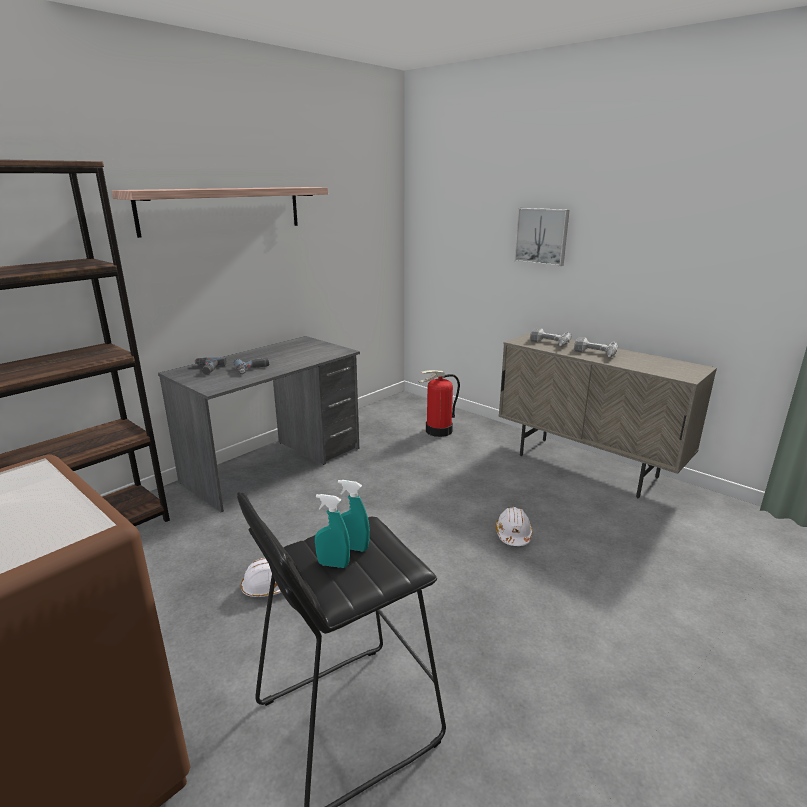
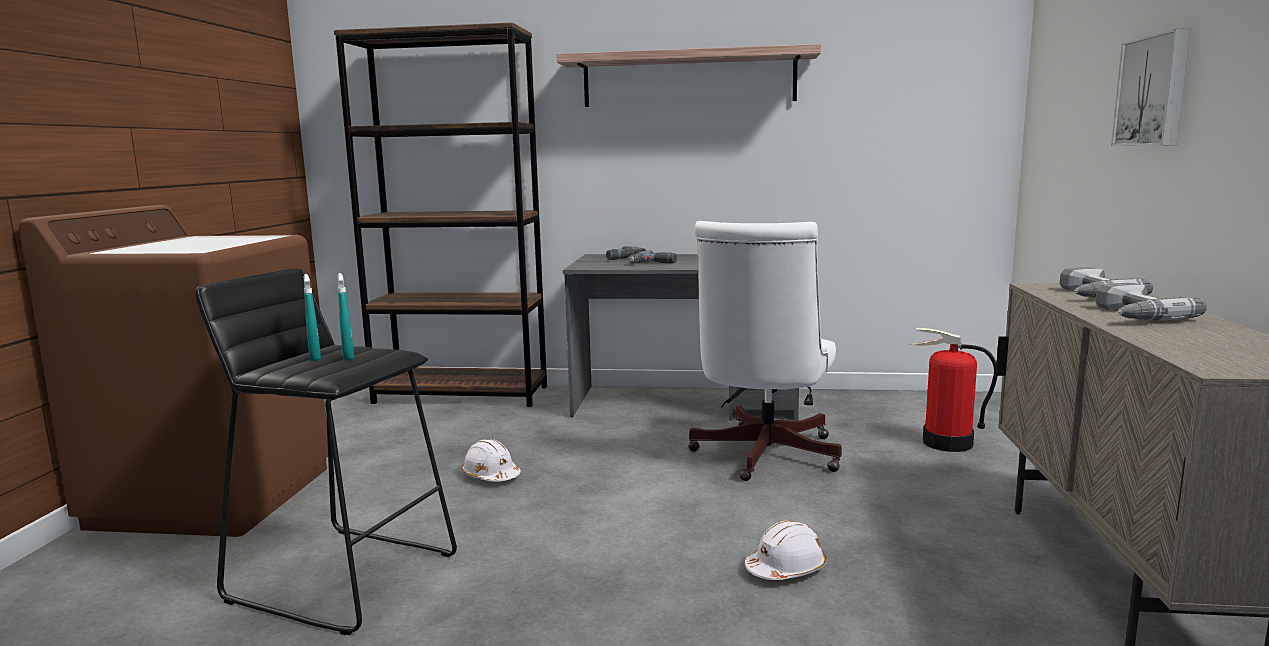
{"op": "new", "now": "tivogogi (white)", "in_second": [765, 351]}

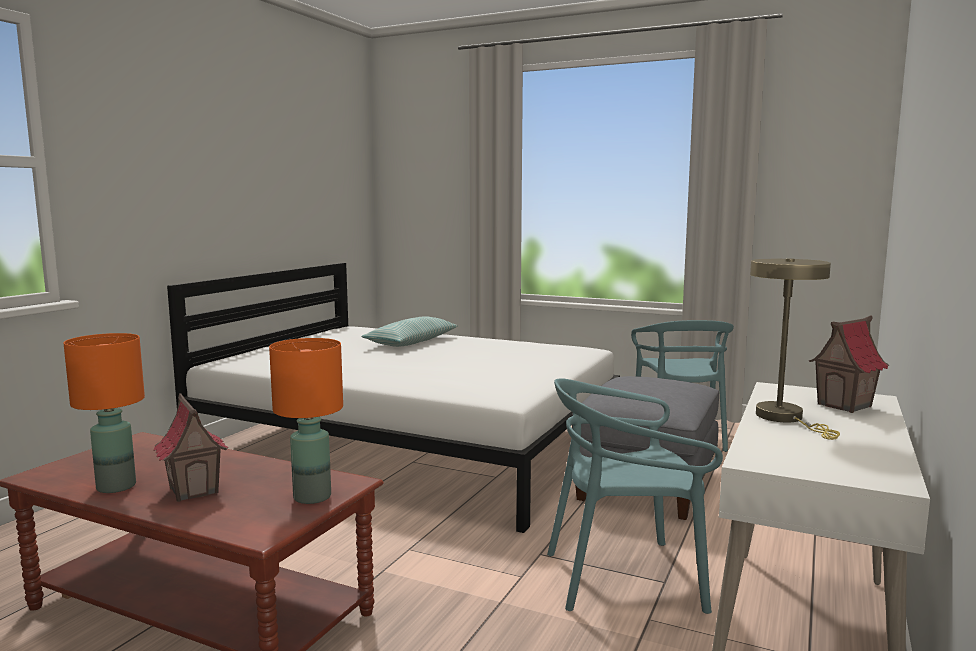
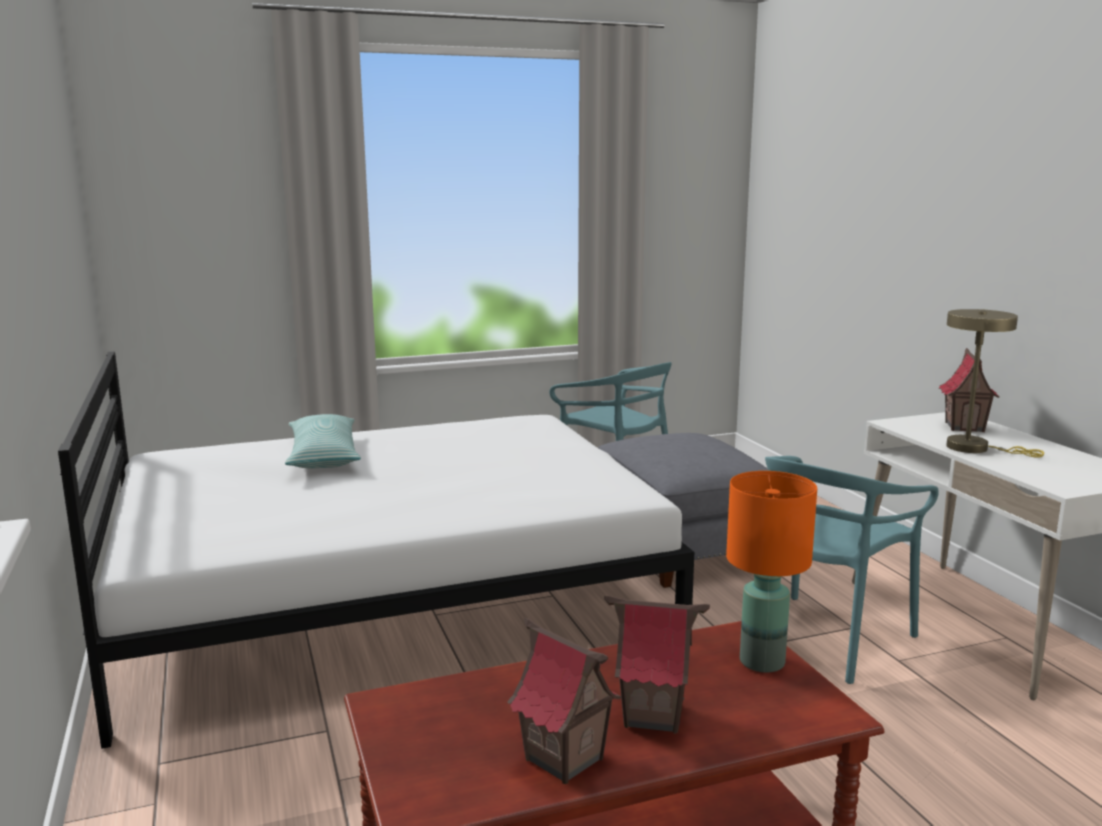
{"op": "swapped", "was": "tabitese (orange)", "now": "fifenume", "in_first": [104, 413], "in_second": [564, 701]}

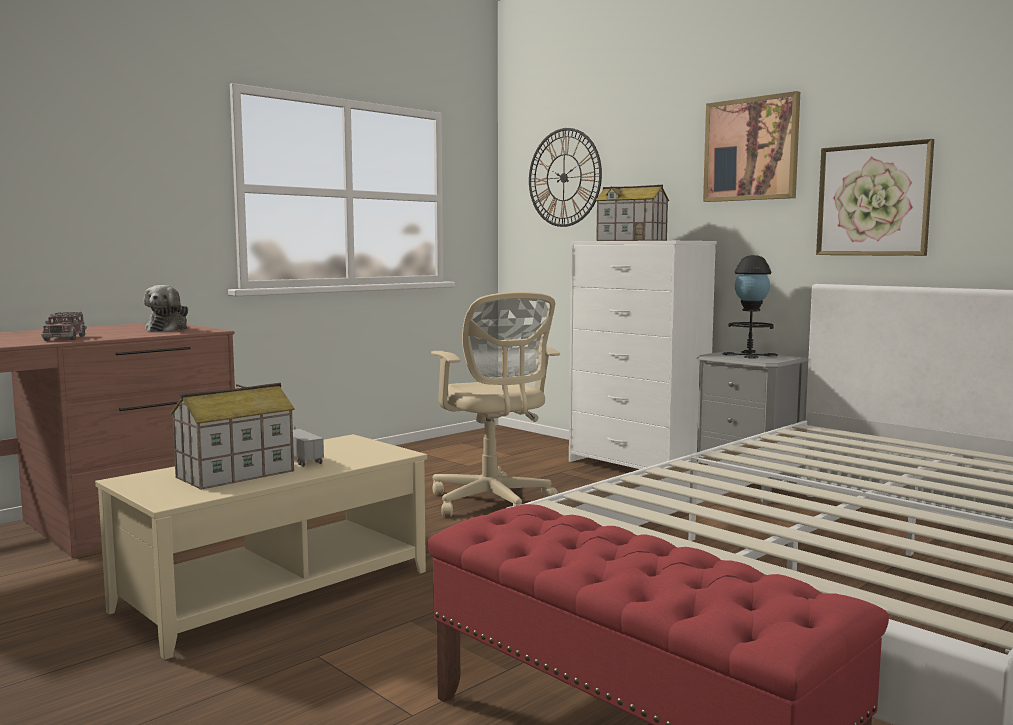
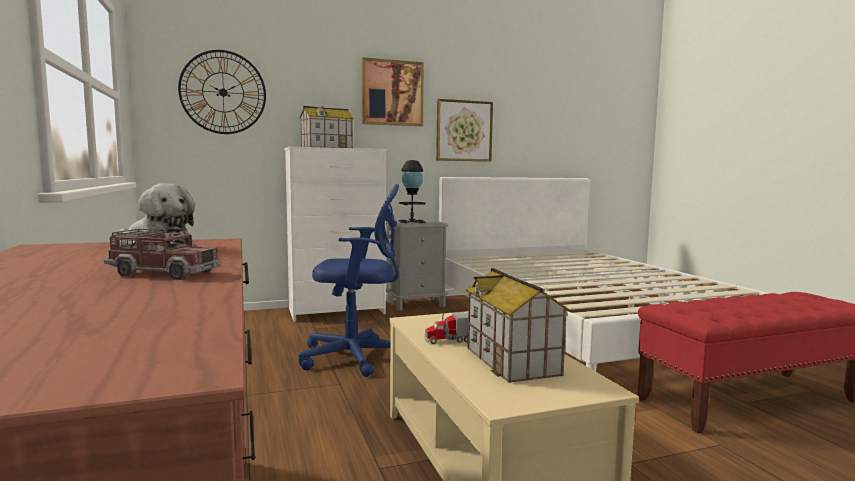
{"op": "repainted", "was": "tivogogi (beige)", "now": "tivogogi (blue)", "in_first": [495, 404], "in_second": [348, 280]}

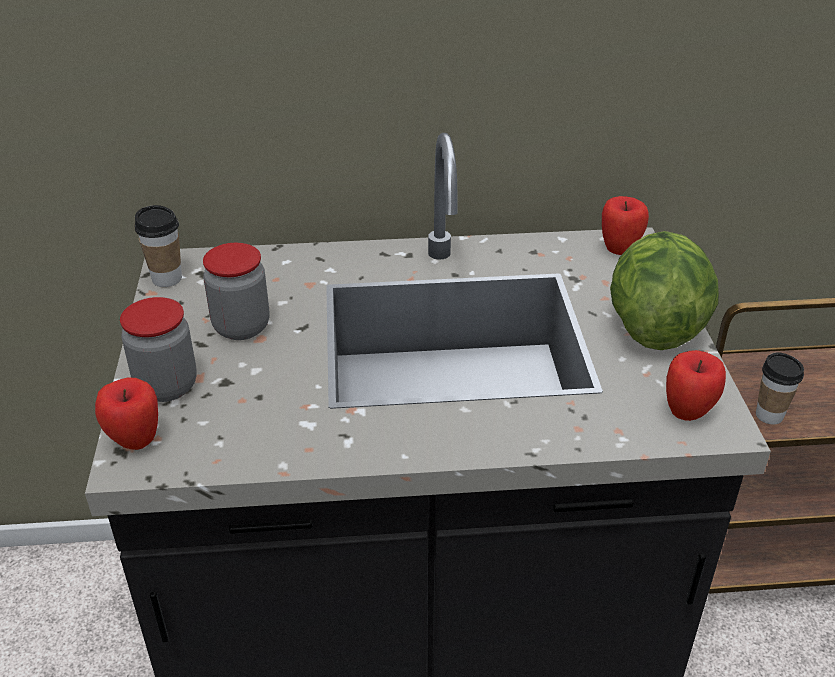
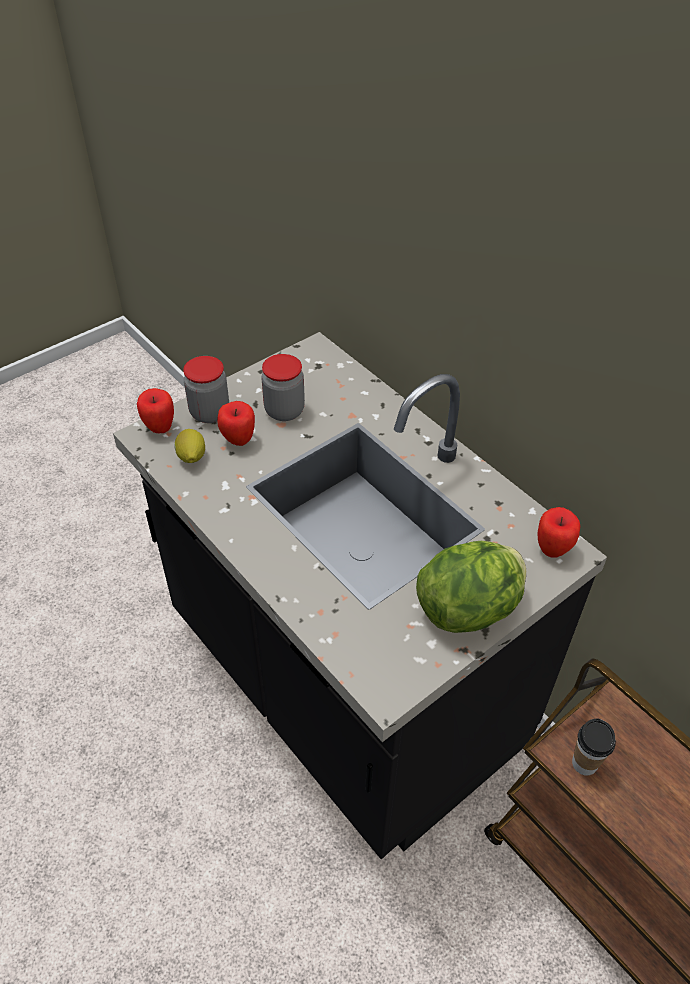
{"op": "new", "now": "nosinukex", "in_second": [189, 446]}
{"op": "shifted", "was": "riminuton", "in_first": [696, 385], "in_second": [236, 423]}
{"op": "gone", "was": "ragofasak", "in_first": [158, 246]}

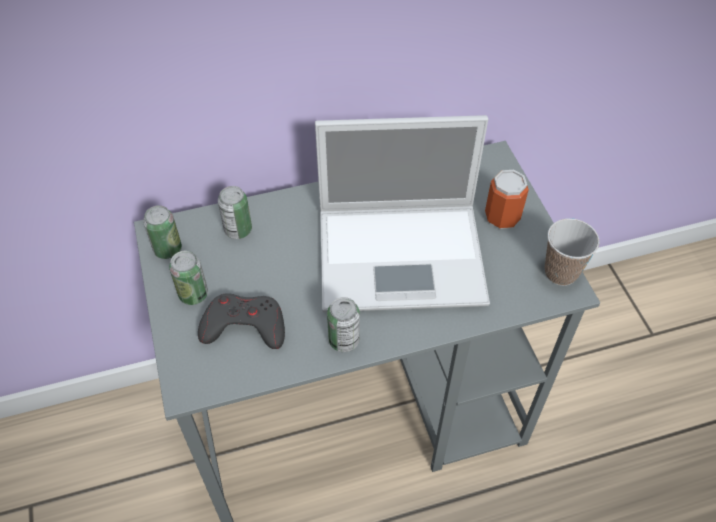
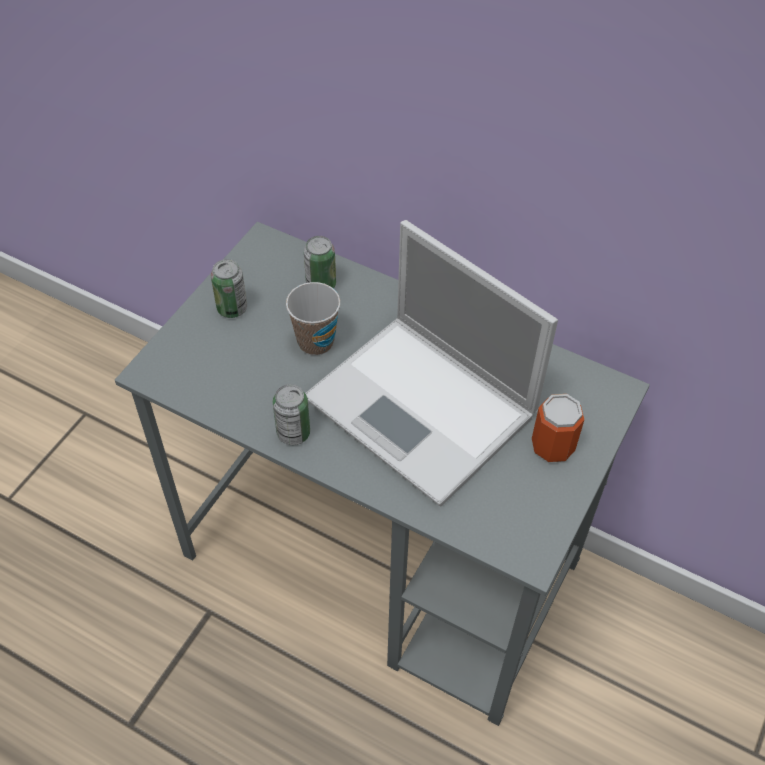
{"op": "shifted", "was": "ragofasak", "in_first": [572, 252], "in_second": [313, 319]}
{"op": "gone", "was": "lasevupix", "in_first": [162, 232]}
{"op": "gone", "was": "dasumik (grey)", "in_first": [241, 321]}

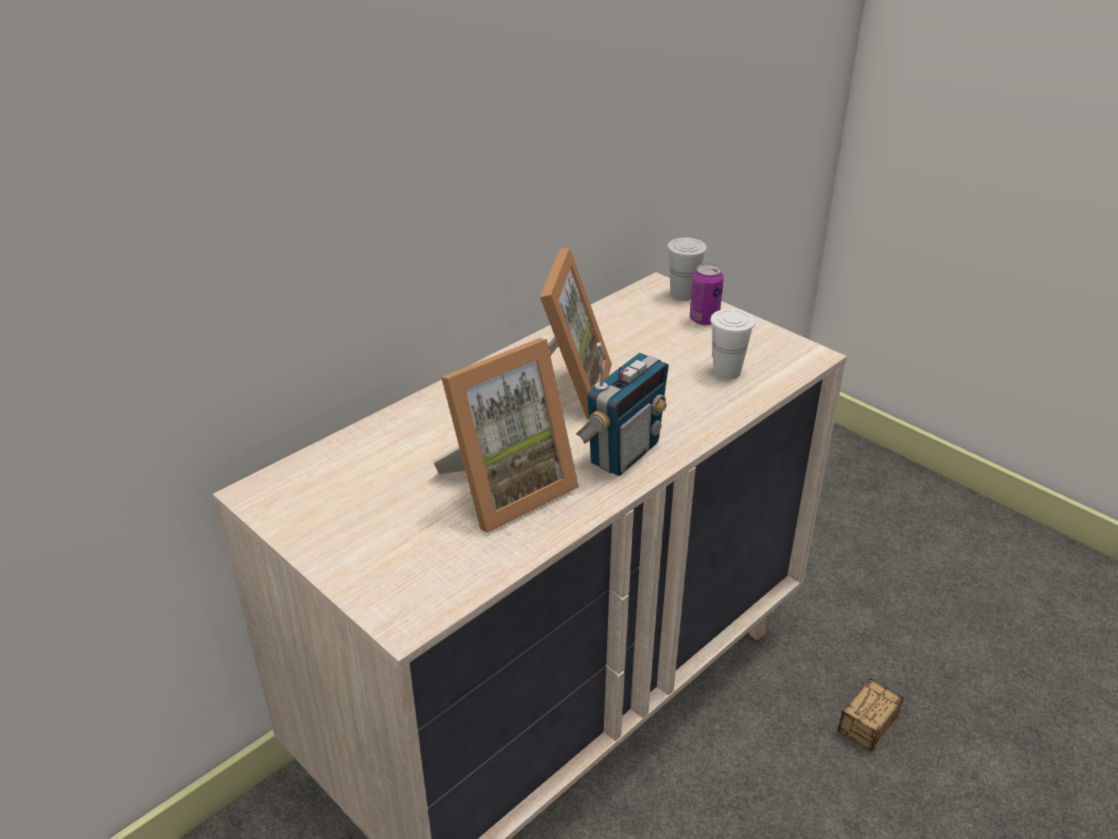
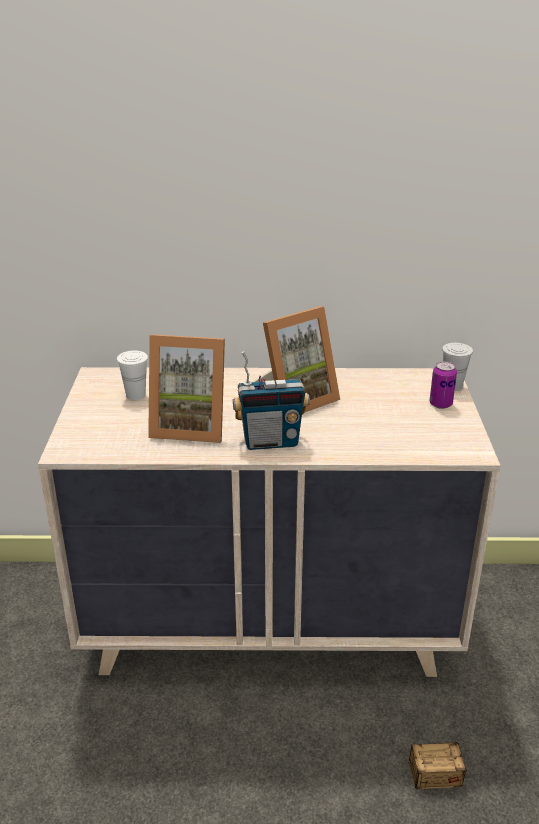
{"op": "shifted", "was": "ragofasak (white)", "in_first": [732, 344], "in_second": [132, 375]}

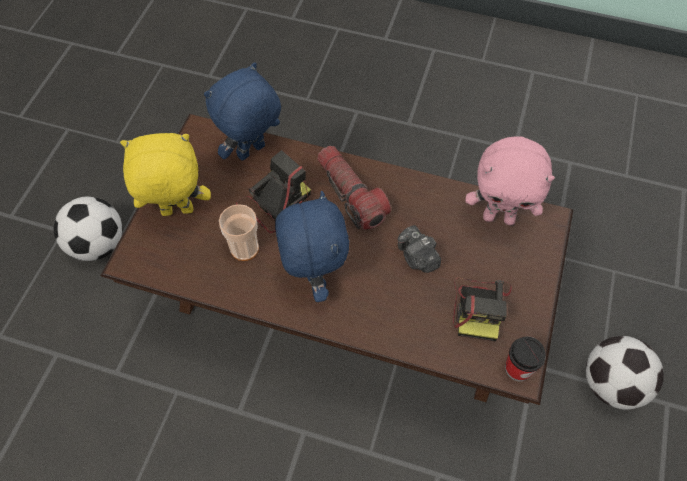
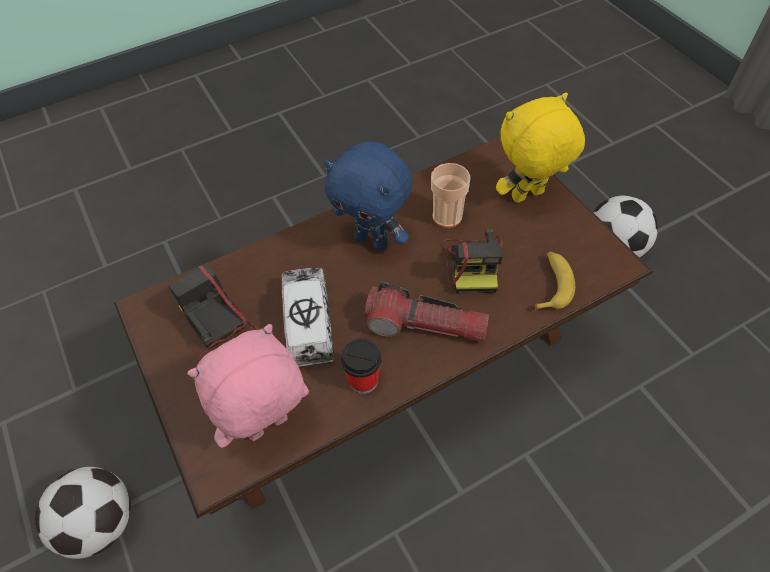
{"op": "swapped", "was": "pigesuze", "now": "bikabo", "in_first": [419, 249], "in_second": [307, 317]}
{"op": "shifted", "was": "ragofasak", "in_first": [525, 359], "in_second": [361, 366]}
{"op": "rotated", "was": "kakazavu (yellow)", "in_first": [165, 174], "in_second": [540, 148], "clockwise": -150}
{"op": "swapped", "was": "kakazavu (blue)", "now": "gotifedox", "in_first": [242, 111], "in_second": [554, 280]}

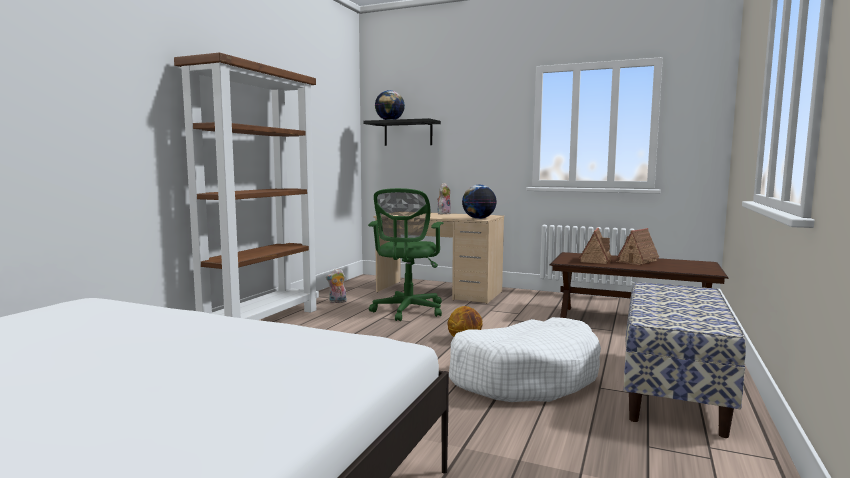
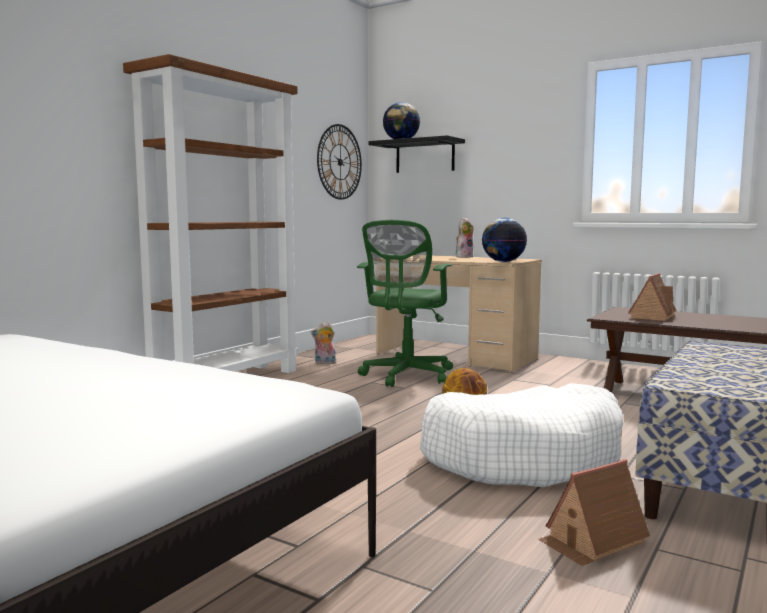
{"op": "new", "now": "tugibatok", "in_second": [339, 162]}
{"op": "shifted", "was": "fifenume", "in_first": [637, 246], "in_second": [594, 512]}

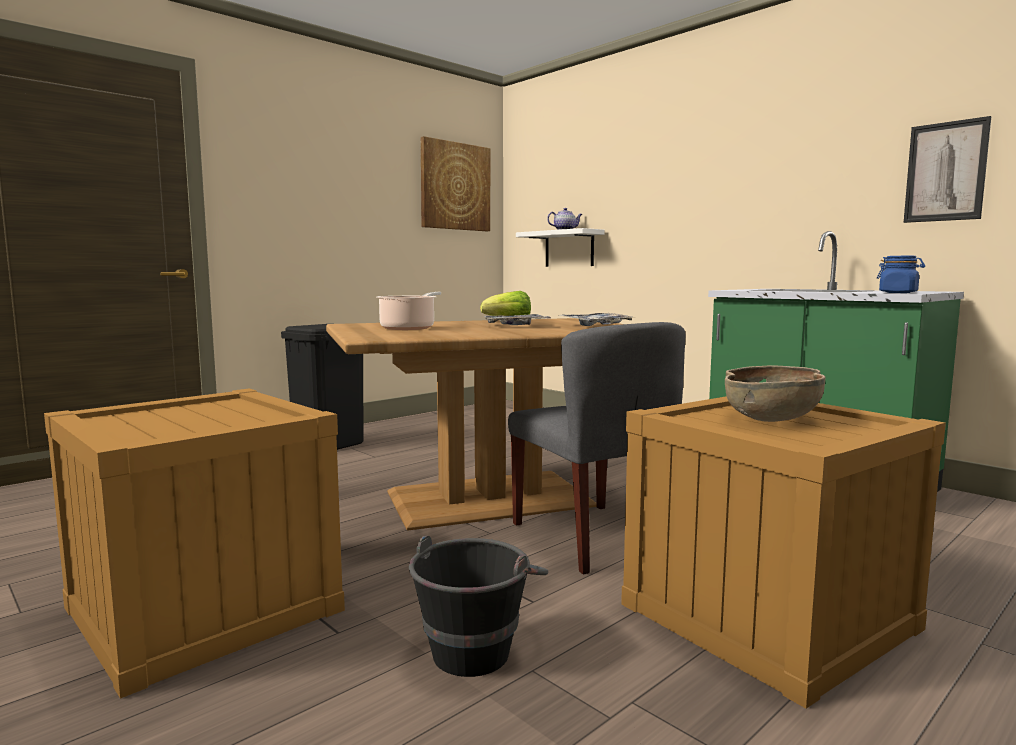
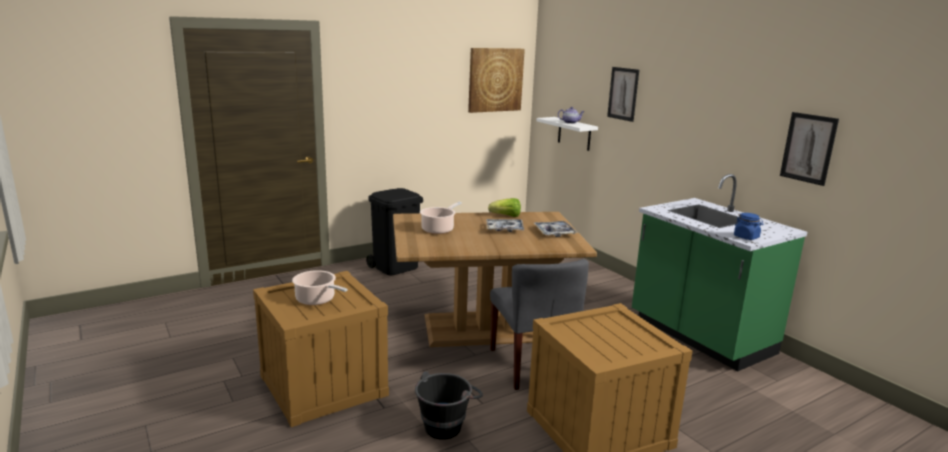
{"op": "new", "now": "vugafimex", "in_second": [320, 287]}
{"op": "new", "now": "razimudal", "in_second": [623, 94]}
{"op": "gone", "was": "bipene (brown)", "in_first": [775, 393]}

